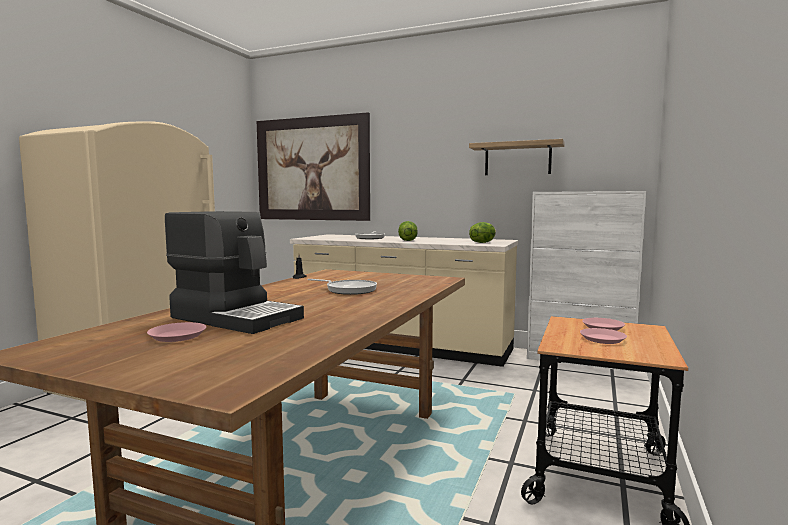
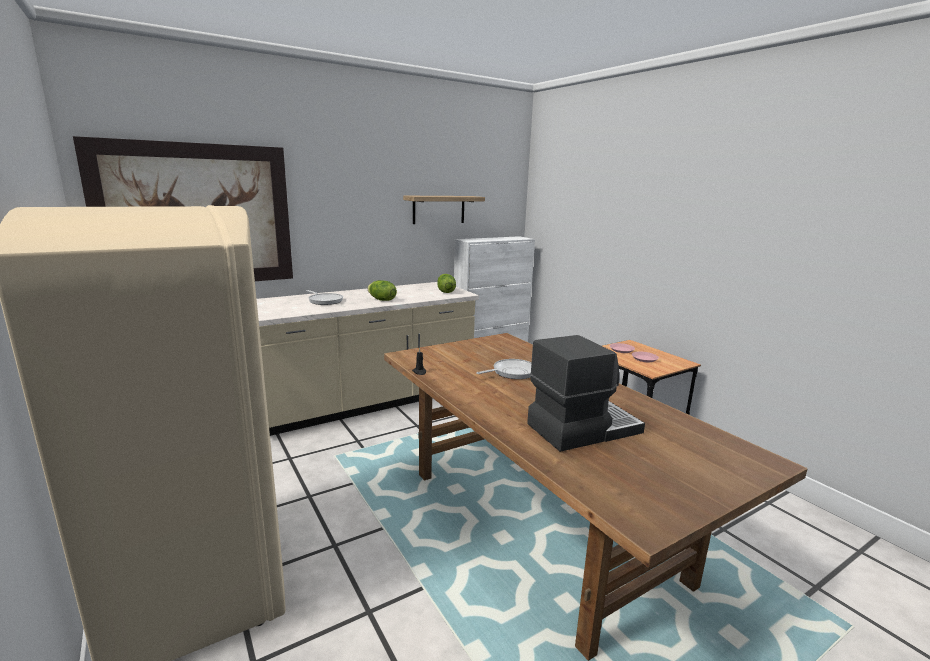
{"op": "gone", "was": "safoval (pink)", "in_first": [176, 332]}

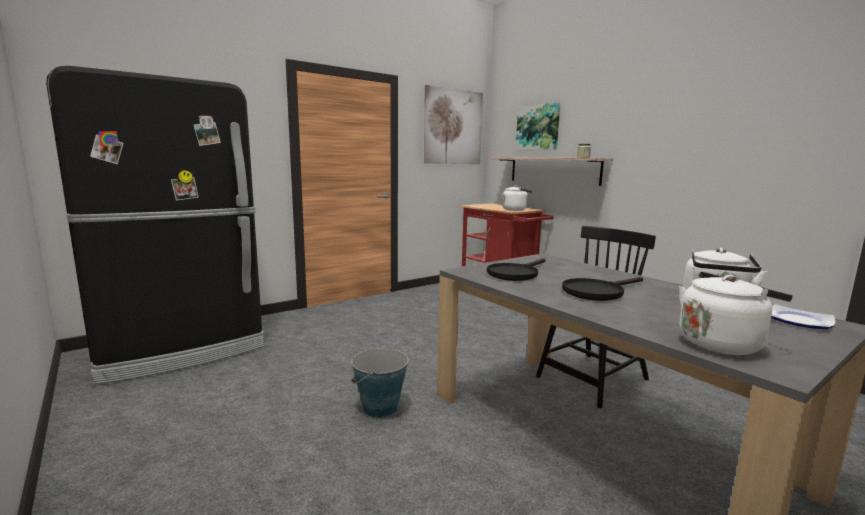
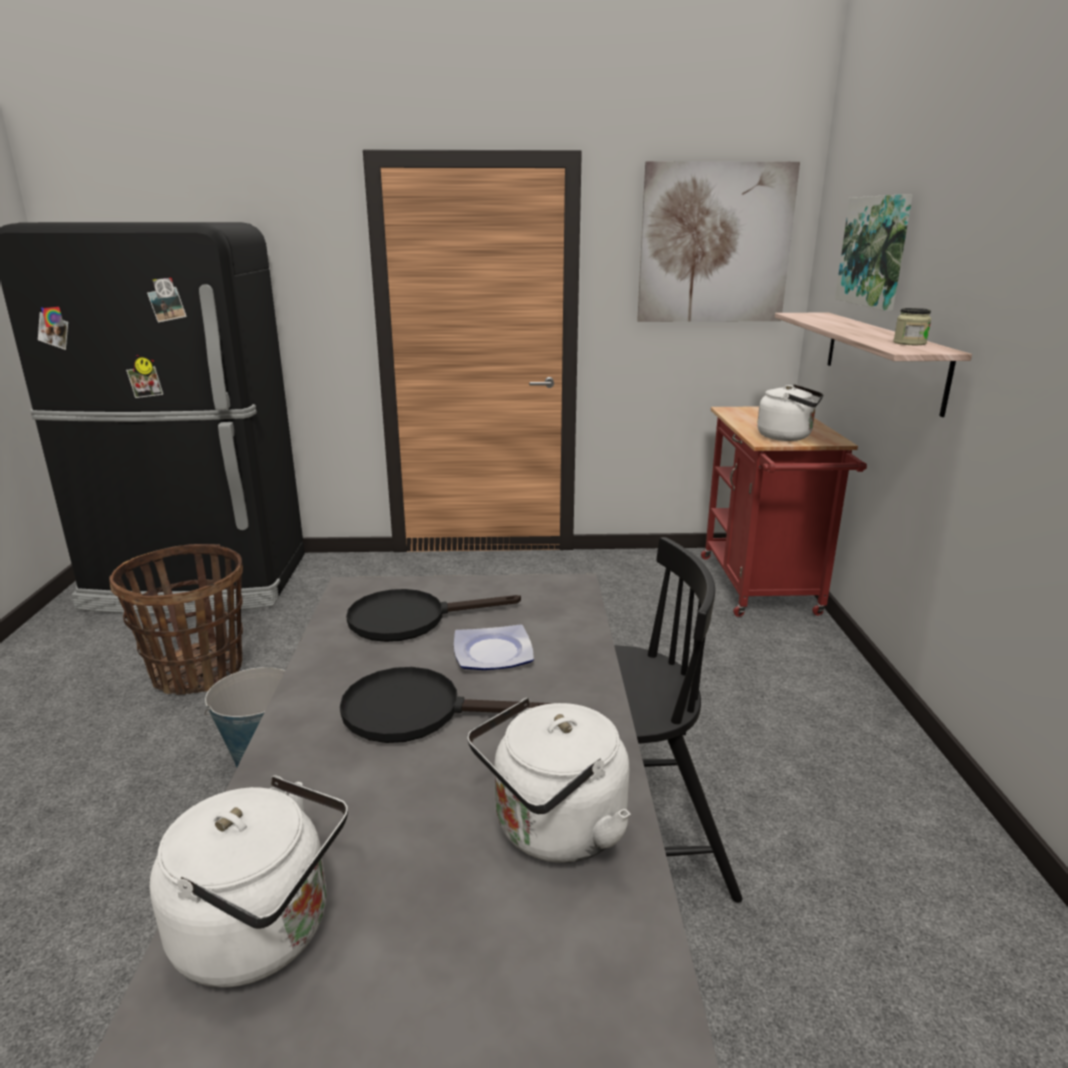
{"op": "new", "now": "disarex", "in_second": [176, 619]}
{"op": "shifted", "was": "safoval", "in_first": [803, 316], "in_second": [494, 647]}

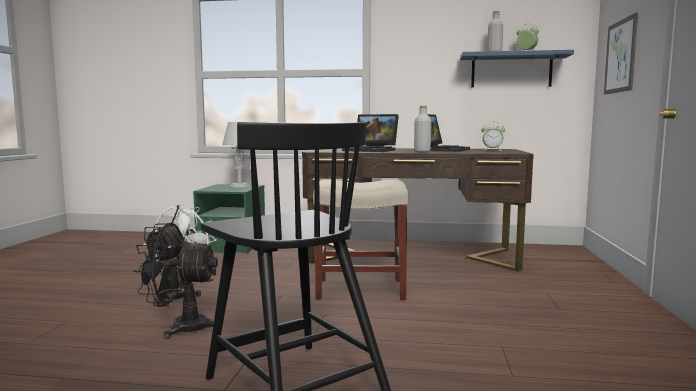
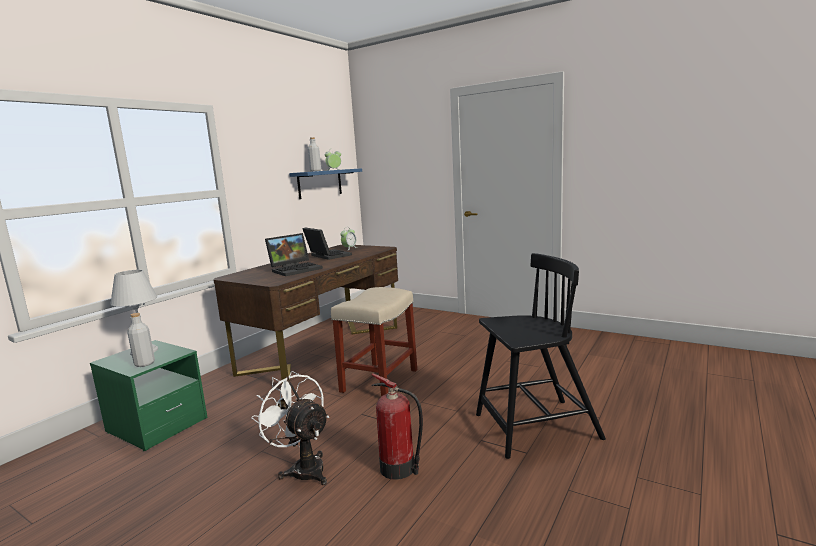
{"op": "shifted", "was": "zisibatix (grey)", "in_first": [422, 129], "in_second": [141, 340]}
{"op": "swapped", "was": "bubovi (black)", "now": "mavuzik", "in_first": [176, 281], "in_second": [397, 426]}
{"op": "gone", "was": "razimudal", "in_first": [621, 53]}

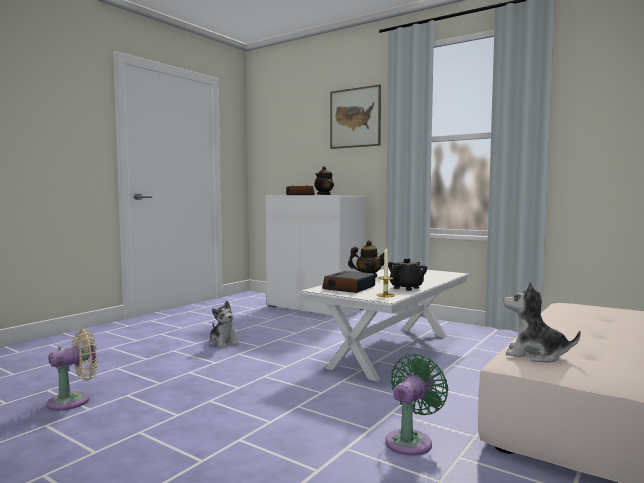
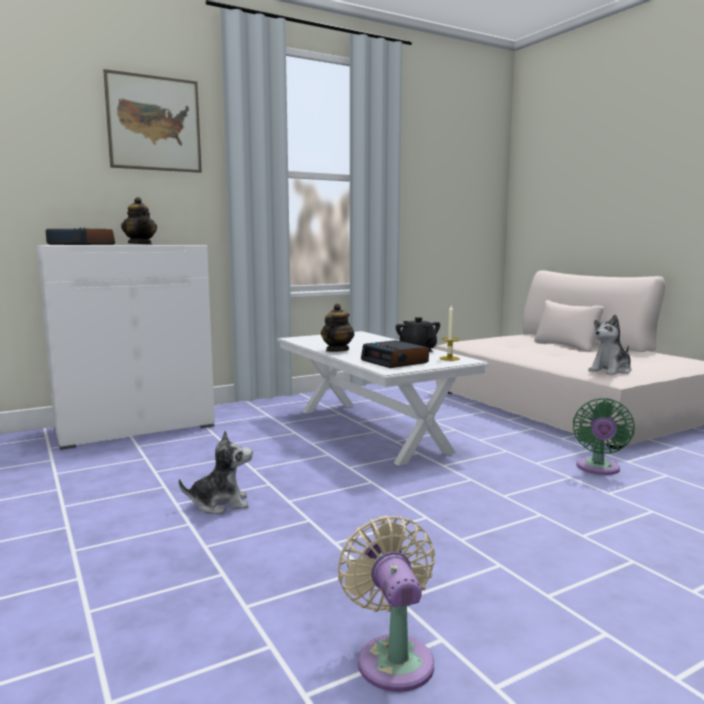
{"op": "rotated", "was": "bubovi (green)", "in_first": [416, 404], "in_second": [604, 436], "clockwise": -135}

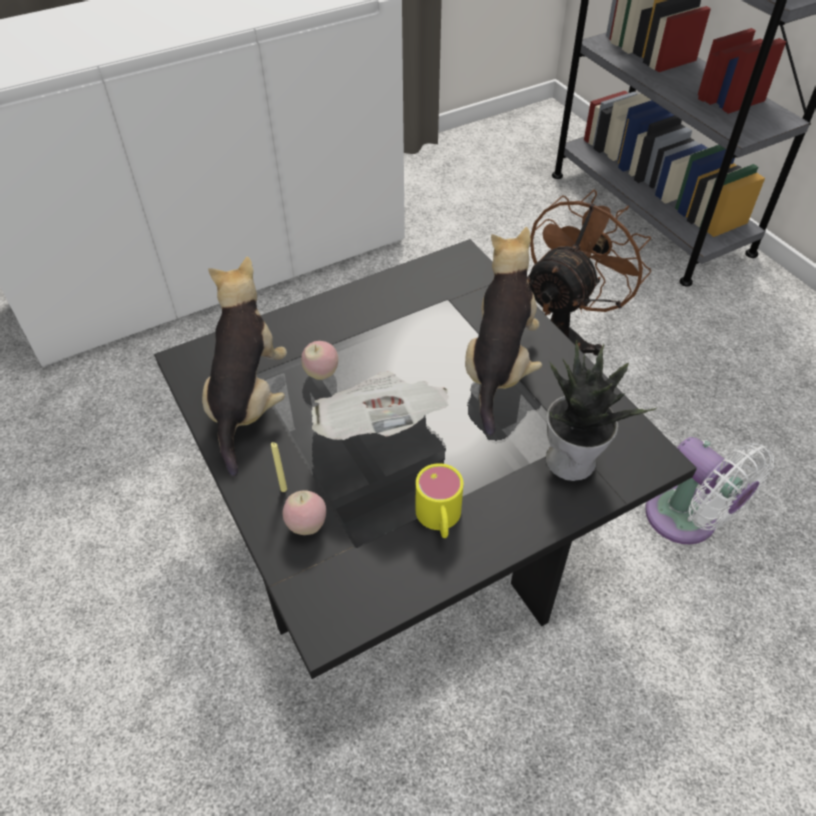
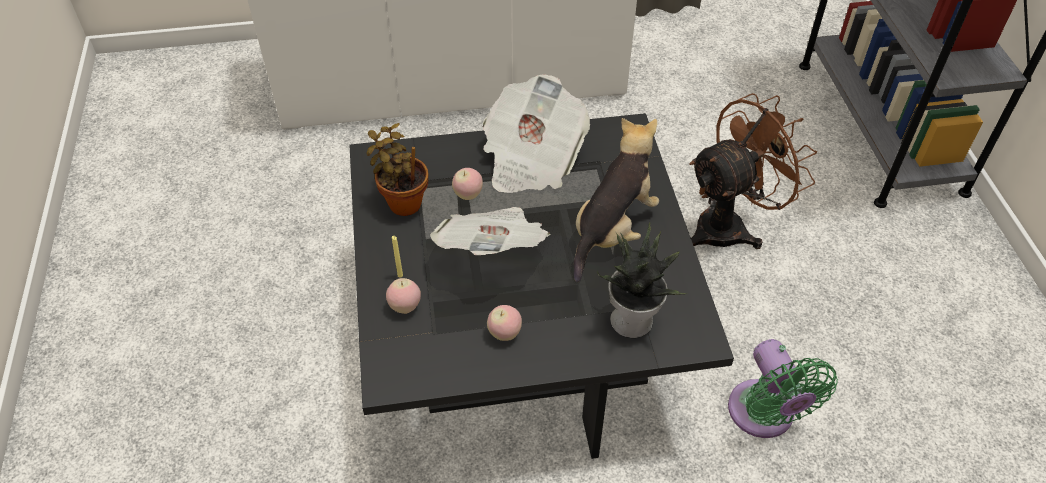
{"op": "swapped", "was": "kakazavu", "now": "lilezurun", "in_first": [244, 366], "in_second": [397, 169]}
{"op": "new", "now": "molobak", "in_second": [536, 133]}
{"op": "swapped", "was": "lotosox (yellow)", "now": "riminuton", "in_first": [439, 500], "in_second": [504, 323]}
{"op": "repainted", "was": "bubovi (white)", "now": "bubovi (green)", "in_first": [709, 491], "in_second": [783, 388]}

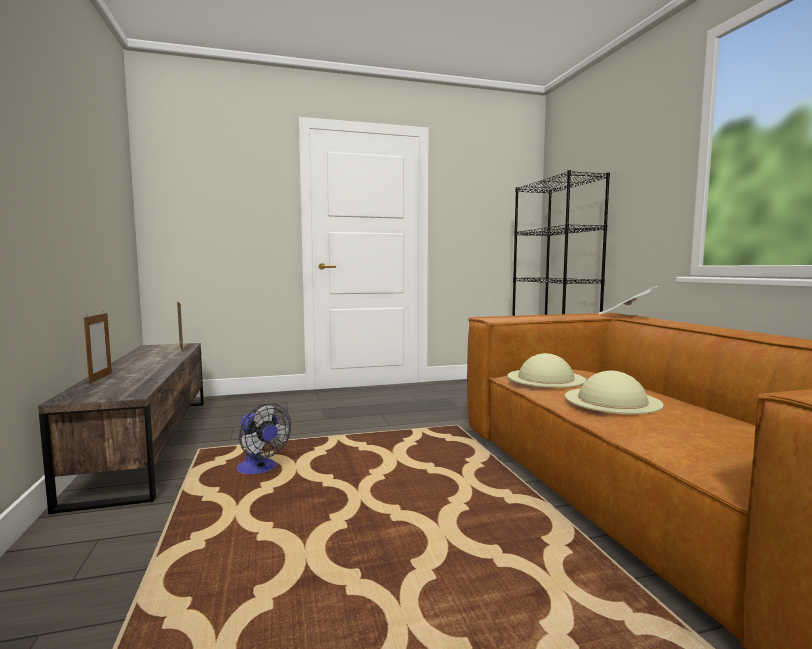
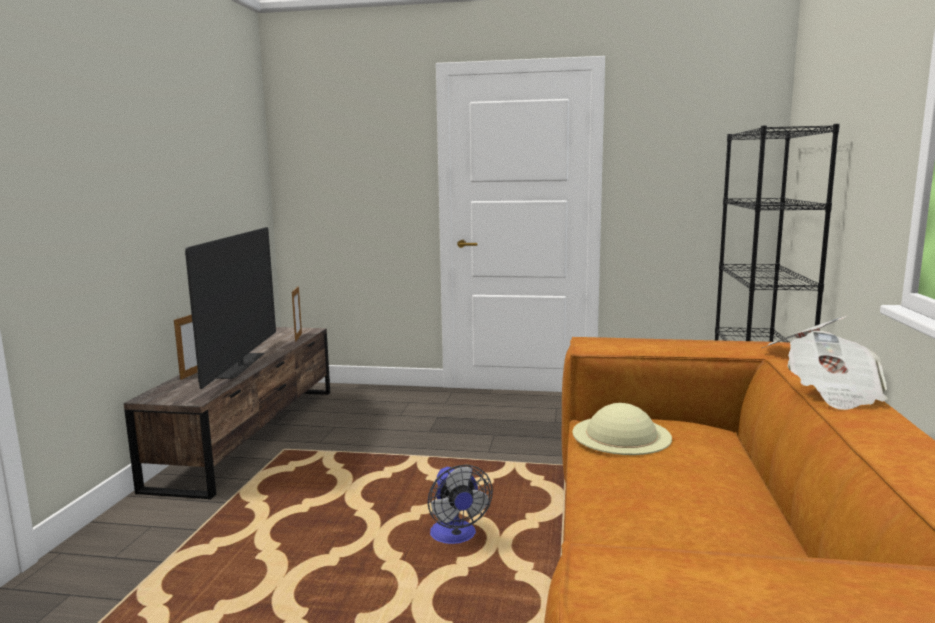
{"op": "new", "now": "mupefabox", "in_second": [230, 308]}
{"op": "shifted", "was": "bubovi", "in_first": [264, 438], "in_second": [460, 504]}
{"op": "new", "now": "molobak", "in_second": [837, 370]}
{"op": "gone", "was": "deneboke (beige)", "in_first": [614, 392]}

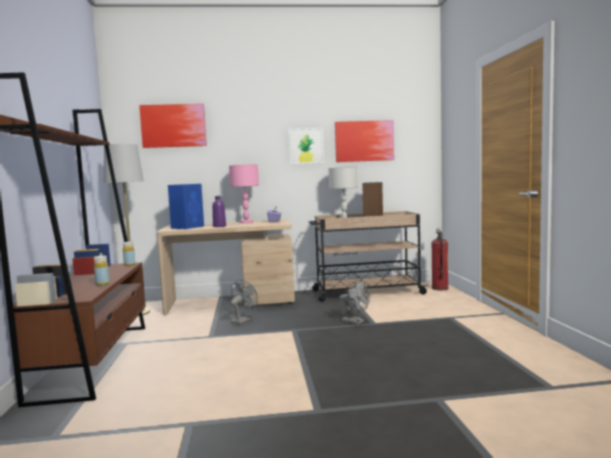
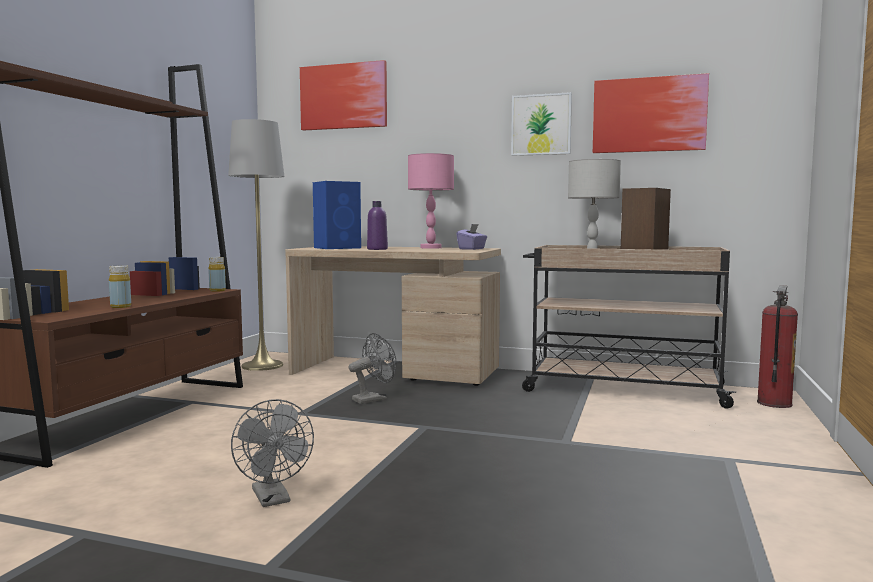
{"op": "shifted", "was": "bubovi (grey)", "in_first": [355, 302], "in_second": [272, 453]}

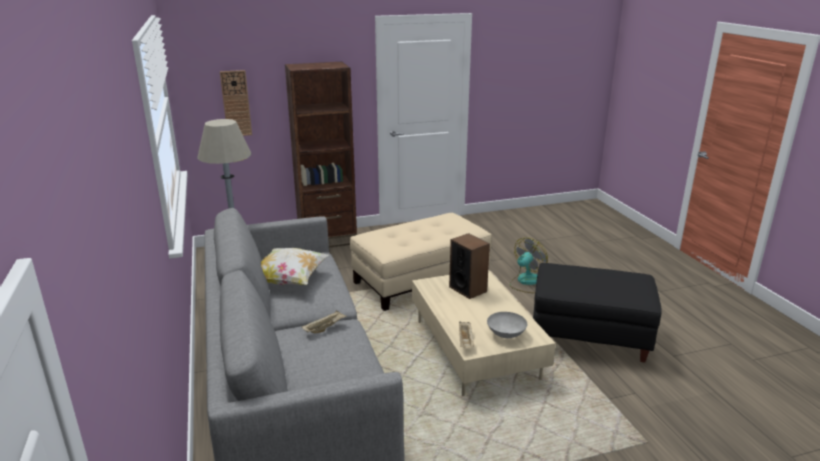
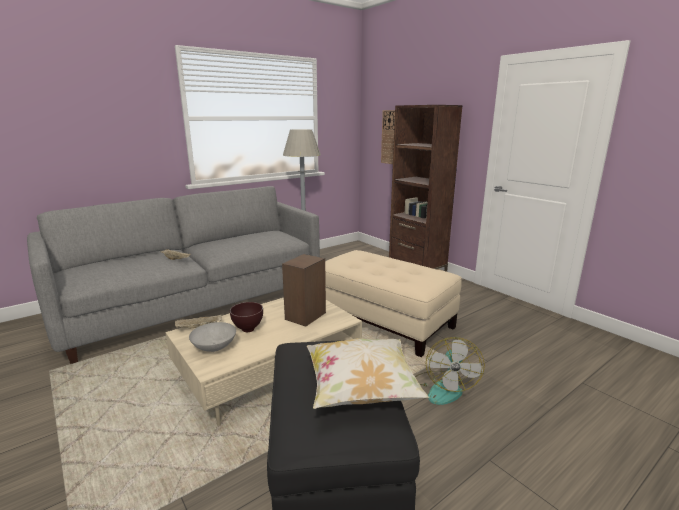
{"op": "new", "now": "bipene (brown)", "in_second": [246, 317]}
{"op": "shifted", "was": "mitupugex", "in_first": [294, 266], "in_second": [368, 373]}
{"op": "rotated", "was": "bubovi", "in_first": [529, 265], "in_second": [450, 371], "clockwise": 75}

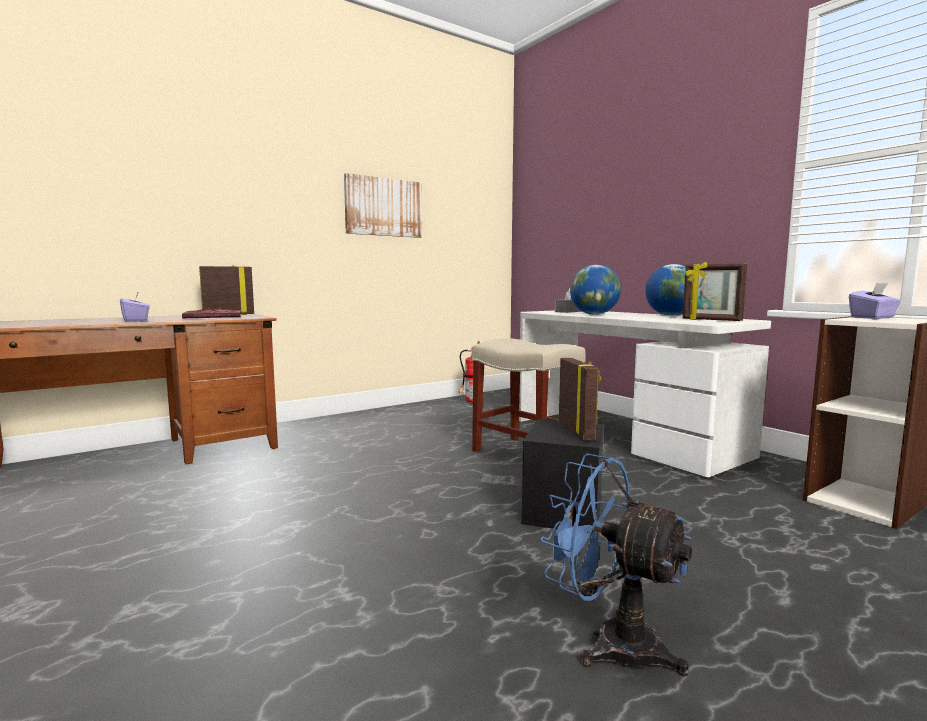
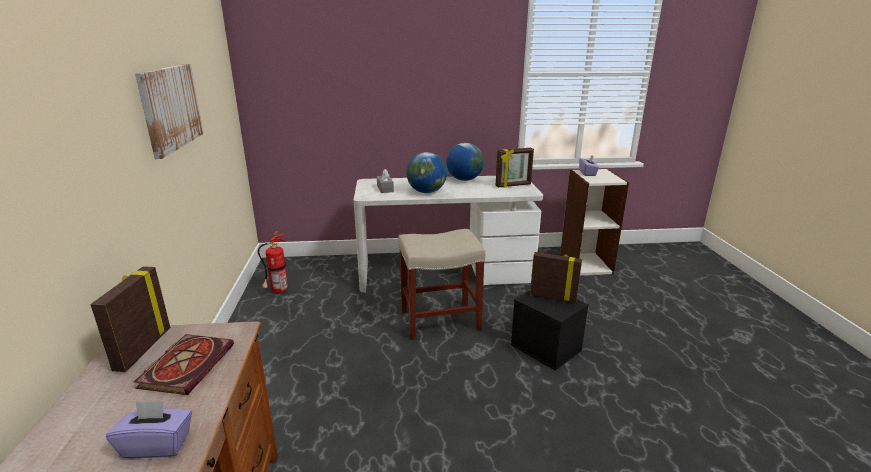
{"op": "gone", "was": "bubovi (blue)", "in_first": [616, 564]}

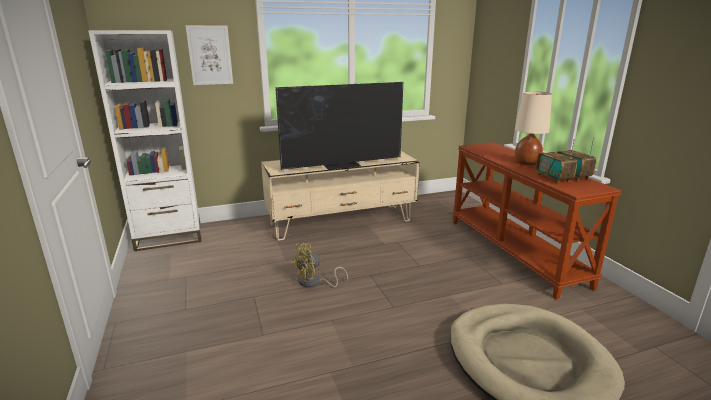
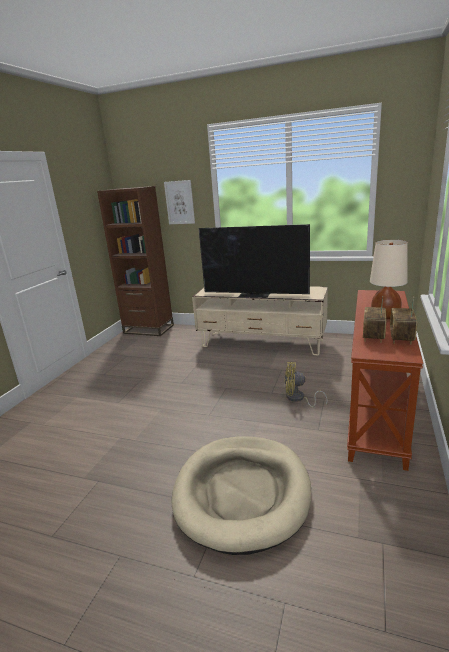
{"op": "repainted", "was": "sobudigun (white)", "now": "sobudigun (brown)", "in_first": [144, 140], "in_second": [135, 261]}
{"op": "shifted", "was": "bubovi (yellow)", "in_first": [320, 265], "in_second": [306, 384]}

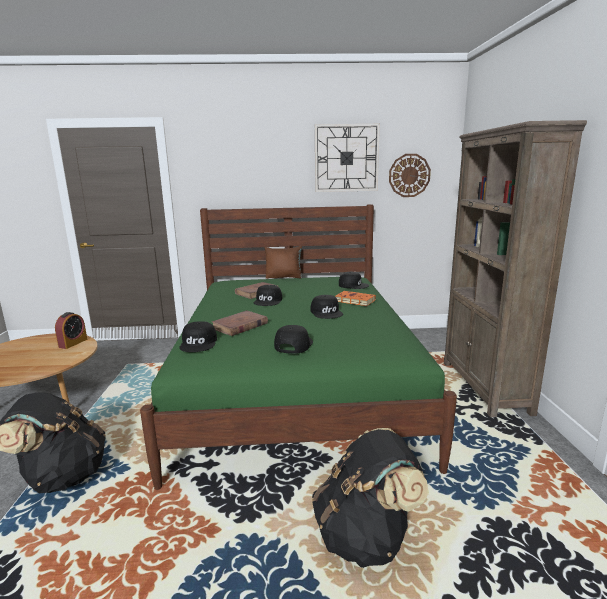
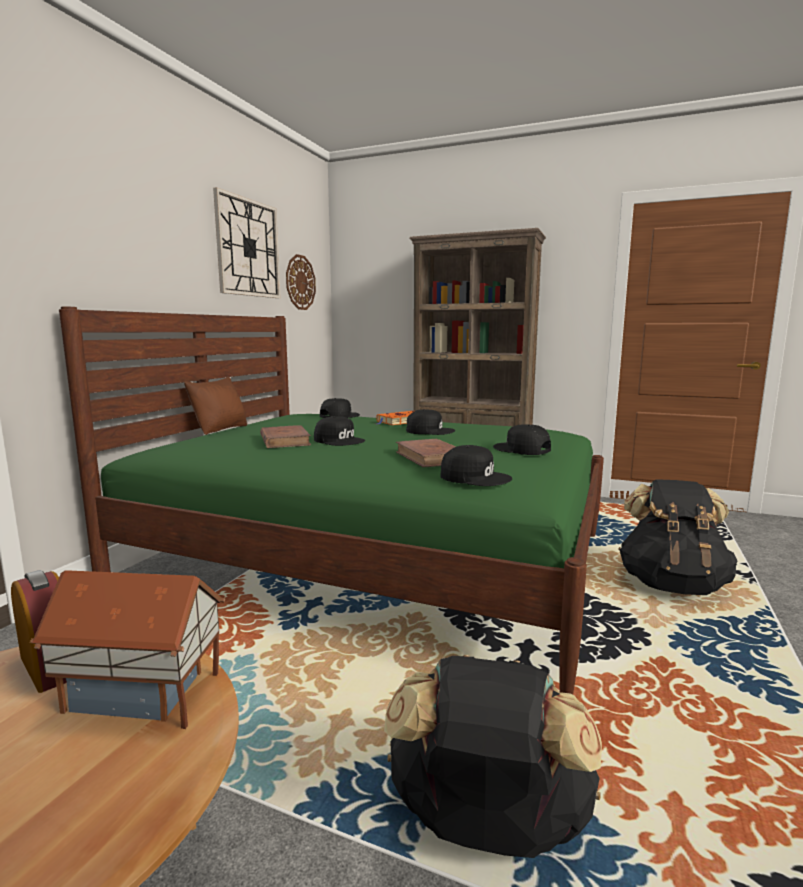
{"op": "new", "now": "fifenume", "in_second": [127, 649]}

